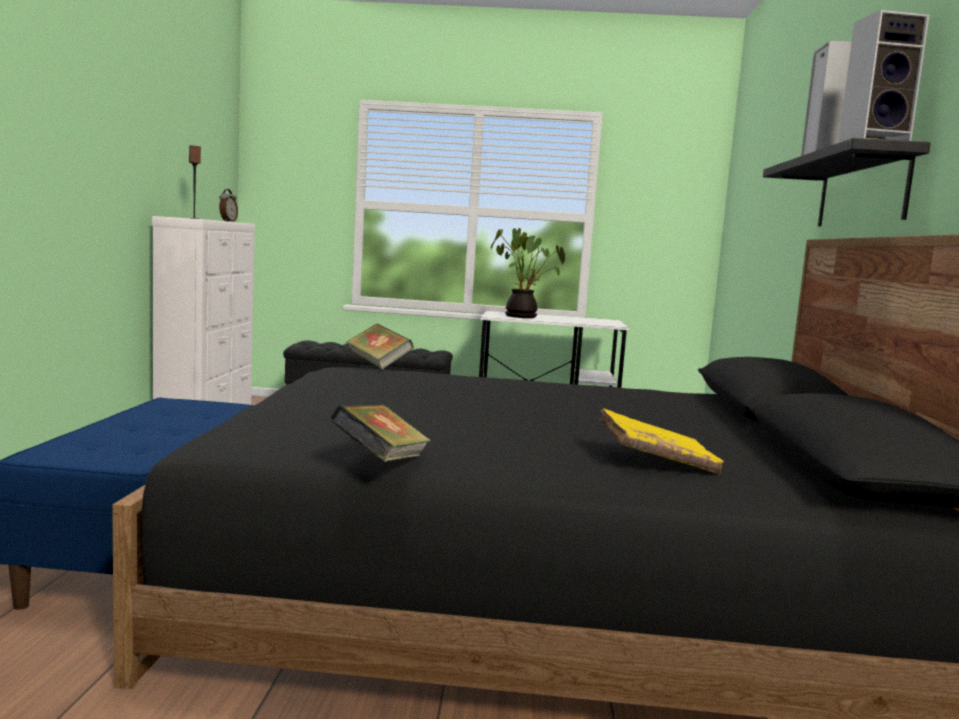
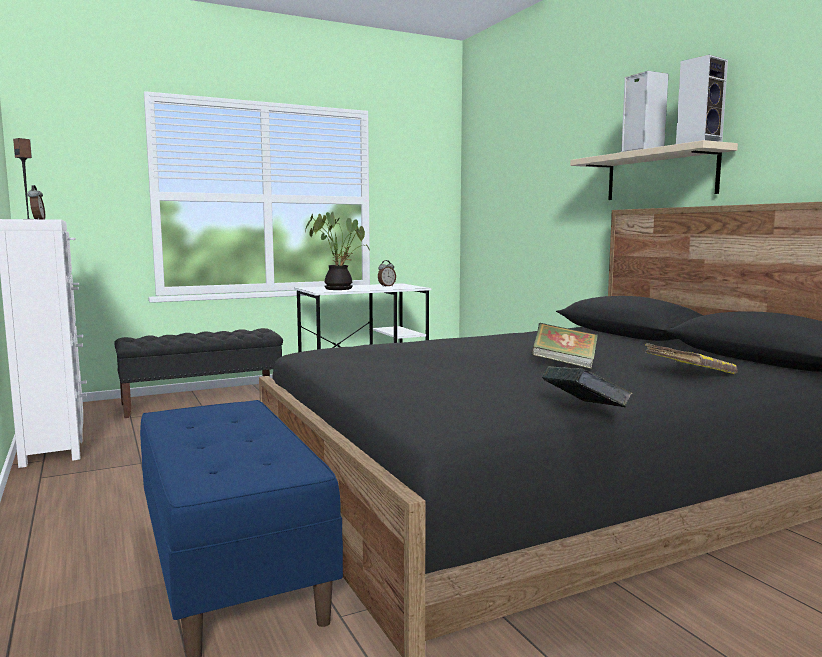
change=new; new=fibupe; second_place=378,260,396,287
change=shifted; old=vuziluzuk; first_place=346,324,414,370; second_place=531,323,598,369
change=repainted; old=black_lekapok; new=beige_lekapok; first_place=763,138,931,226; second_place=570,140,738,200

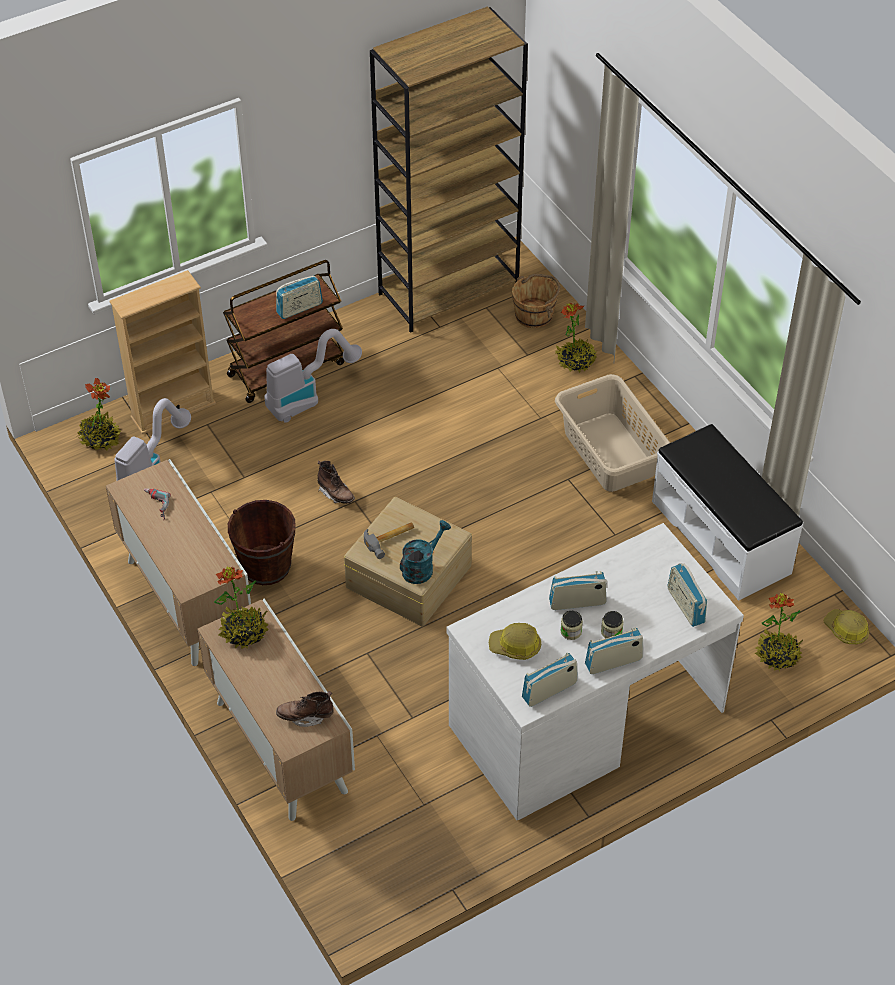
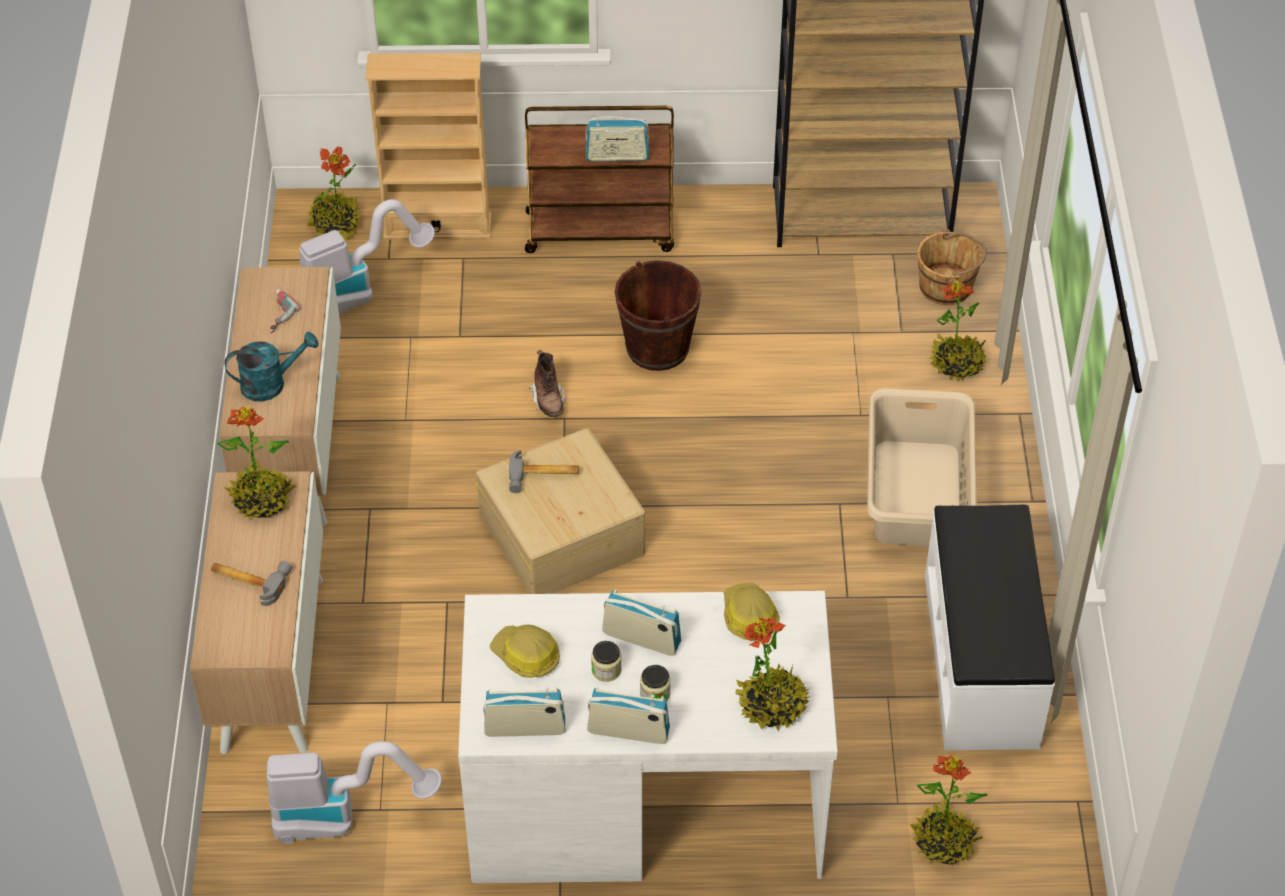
change=new; new=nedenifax; second_place=211,561,292,606
change=shifted; old=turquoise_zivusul; first_place=400,520,451,584; second_place=225,331,319,401
change=shifted; old=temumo; first_place=264,329,362,423; second_place=267,741,442,844
change=shifted; old=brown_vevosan; first_place=228,500,296,585; second_place=615,260,702,371
change=shifted; old=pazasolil; first_place=823,609,869,644; second_place=724,582,780,641
change=swapped; old=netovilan; new=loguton; first_place=667,563,707,627; second_place=735,617,809,732
change=gone; old=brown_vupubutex; first_place=276,691,334,727

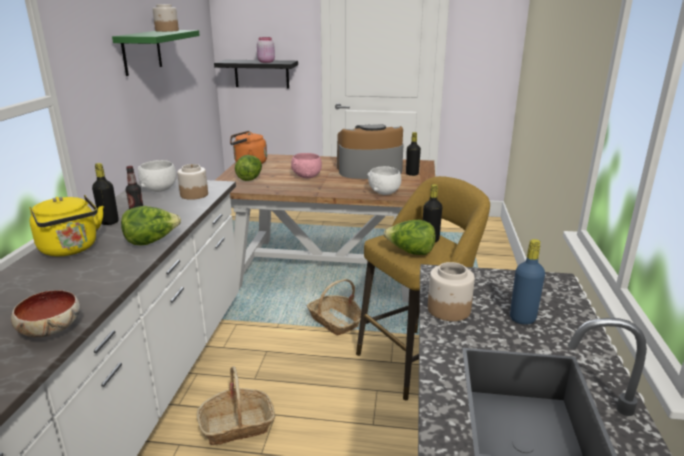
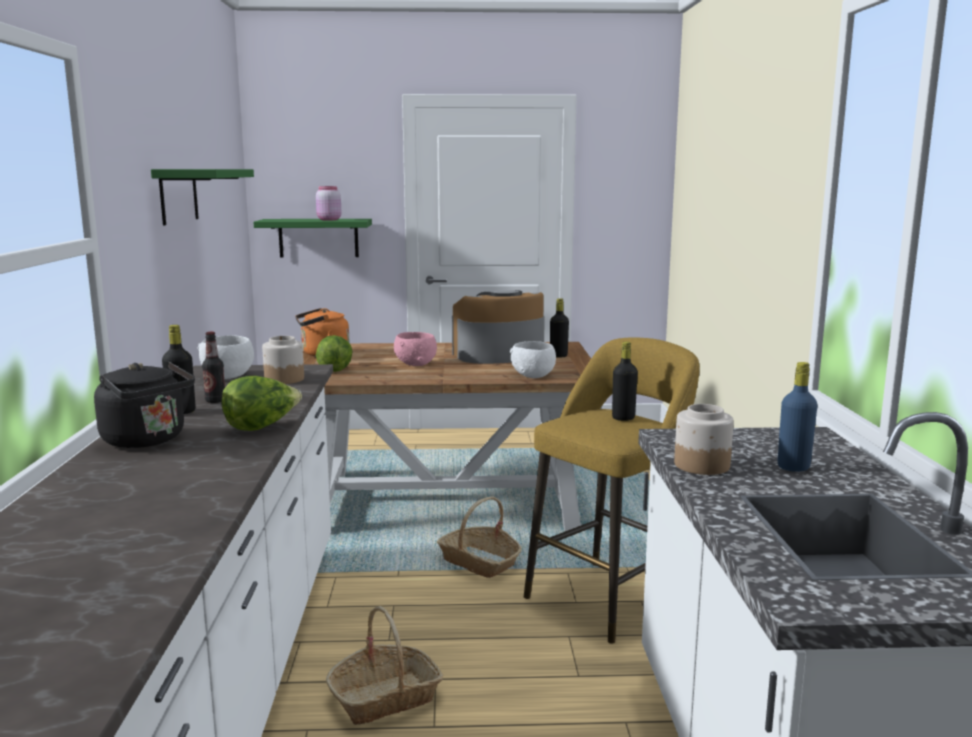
change=repainted; old=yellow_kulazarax; new=black_kulazarax; first_place=29,195,104,256; second_place=94,362,195,448
change=repainted; old=black_lekapok; new=green_lekapok; first_place=214,60,298,88; second_place=253,219,372,258
change=gone; old=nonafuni; first_place=11,290,80,337
change=gone; old=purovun; first_place=153,4,179,32
change=gone; old=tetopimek; first_place=383,220,436,255

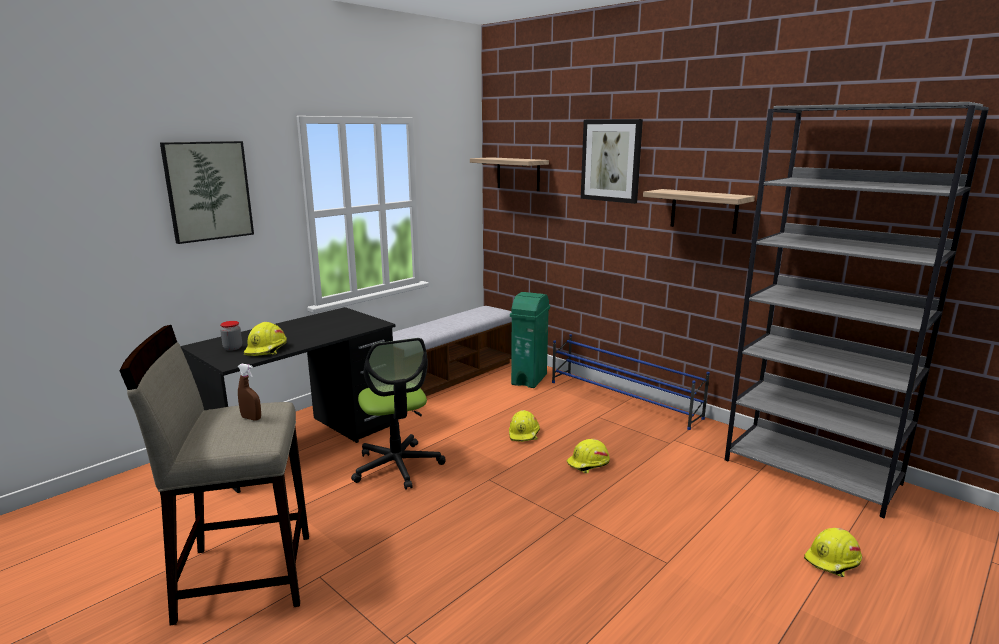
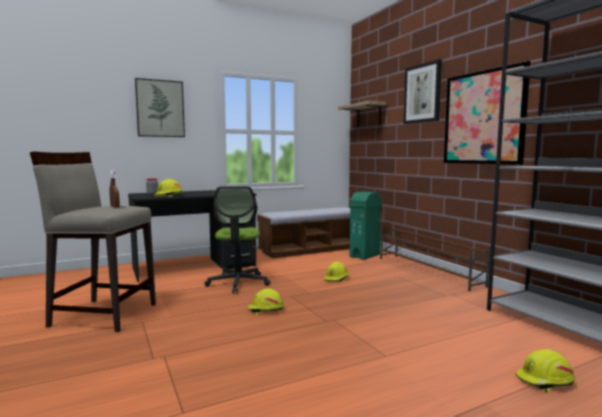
change=shifted; old=yellow_pazasolil; first_place=567,439,610,473; second_place=247,289,284,315
change=repainted; old=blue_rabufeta; new=brown_rabufeta; first_place=552,334,710,430; second_place=380,225,491,291
change=swapped; old=lekapok; new=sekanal; first_place=643,189,755,234; second_place=444,61,531,165

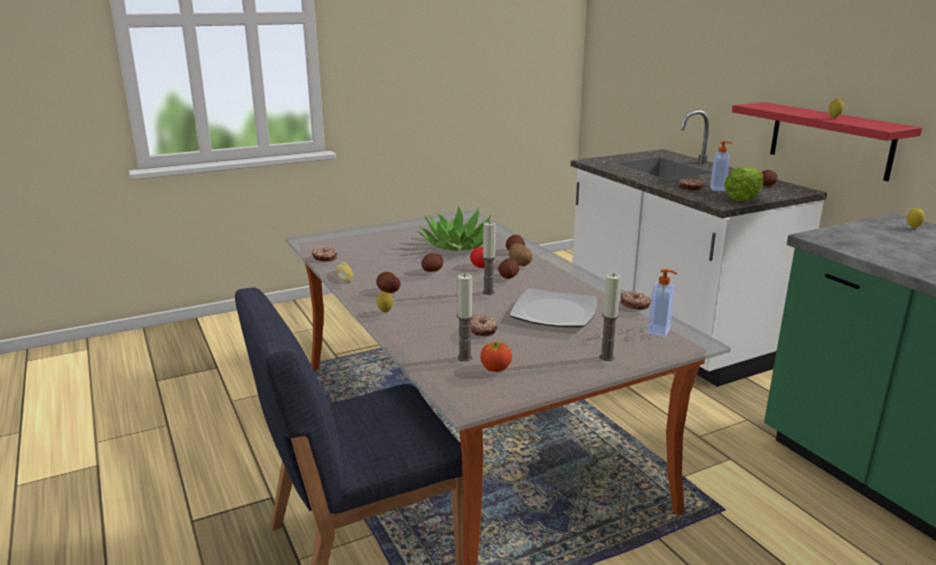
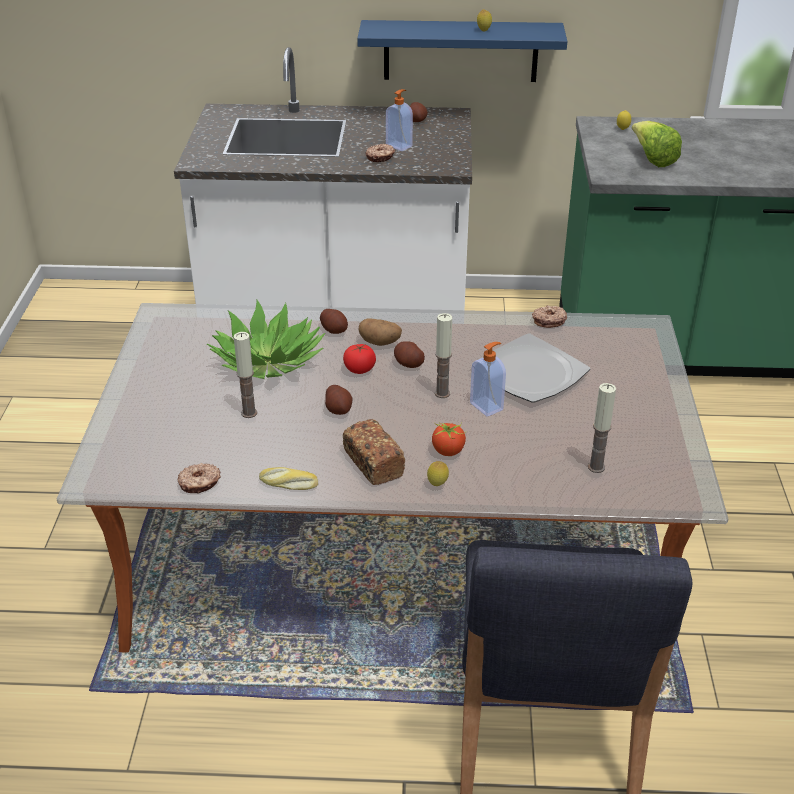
change=shifted; old=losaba; first_place=599,274,621,361; second_place=234,332,257,418
change=swapped; old=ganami; new=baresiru; first_place=376,272,401,293; second_place=343,419,405,485
change=repainted; old=red_lekapok; new=blue_lekapok; first_place=732,102,922,181; second_place=357,20,567,82
change=shifted; old=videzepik; first_place=480,339,512,372; second_place=432,422,466,456
change=shifted; old=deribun; first_place=647,269,677,337; second_place=470,342,506,417
change=shifted; old=tetopimek; first_place=724,167,763,201; second_place=632,121,682,167
change=gone; old=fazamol; first_place=470,315,497,336

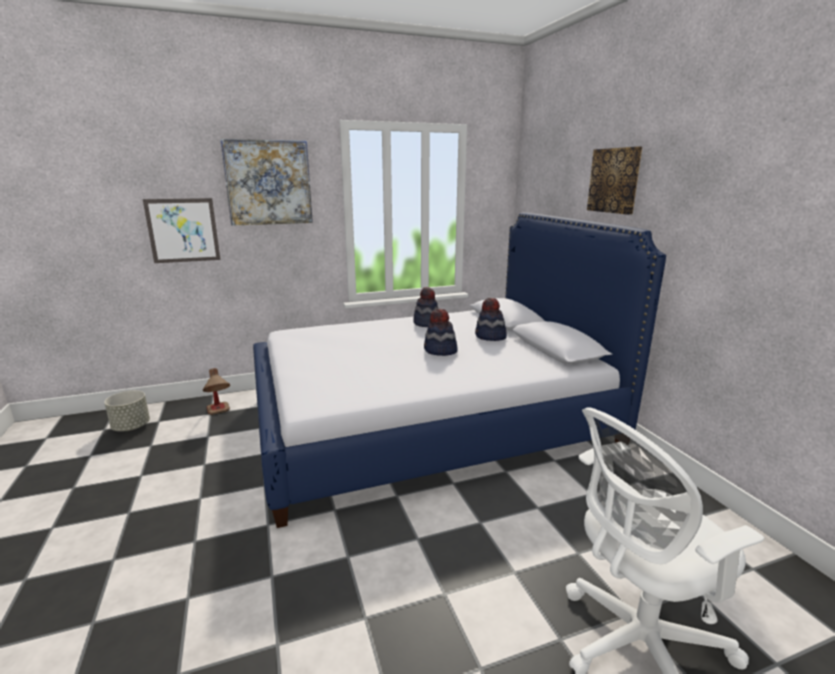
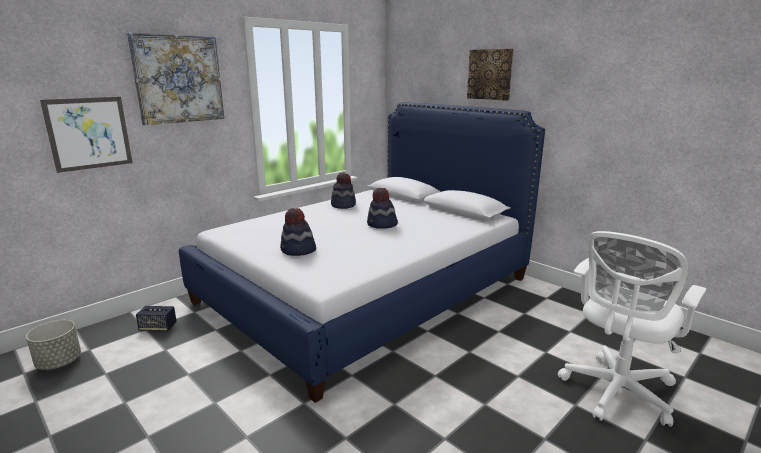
change=swapped; old=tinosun; new=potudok; first_place=203,368,230,415; second_place=136,306,177,331
change=shifted; old=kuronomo; first_place=475,298,507,341; second_place=280,208,316,256

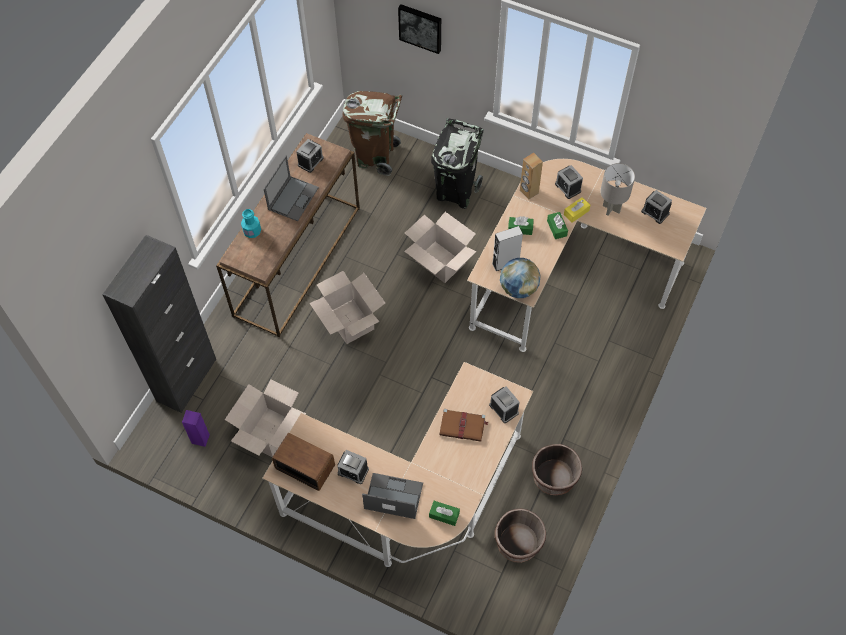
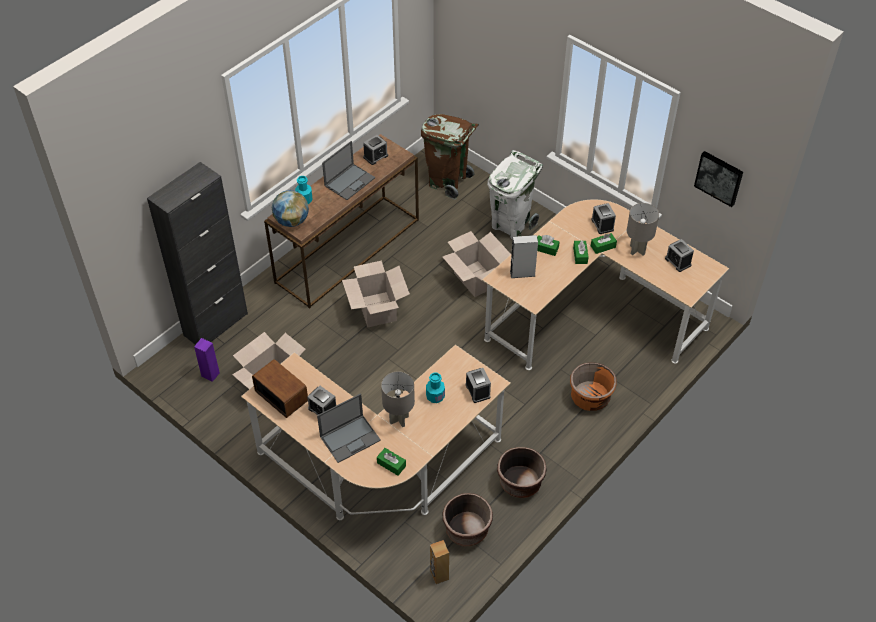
change=shifted; old=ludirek; first_place=500,258,541,298; second_place=272,190,309,227
change=rotated; old=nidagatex; first_place=362,473,423,519; second_place=317,393,381,463; degrees=120
change=new; new=grey_tinosun; second_place=381,372,415,427
change=swapped; old=brown_vuziluzuk; new=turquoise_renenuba; first_place=439,409,488,442; second_place=426,372,445,403
change=shifted; old=brown_potudok; first_place=520,153,543,199; second_place=430,540,449,584
change=repainted; old=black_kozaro; new=white_kozaro; first_place=431,118,484,209; second_place=487,150,543,239
change=new; new=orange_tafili; second_place=570,362,617,411
change=repainted; old=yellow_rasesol; new=green_rasesol; first_place=564,197,591,223; second_place=591,233,617,254
change=shifted; old=sekanal; first_place=398,4,441,54; second_place=694,151,743,207

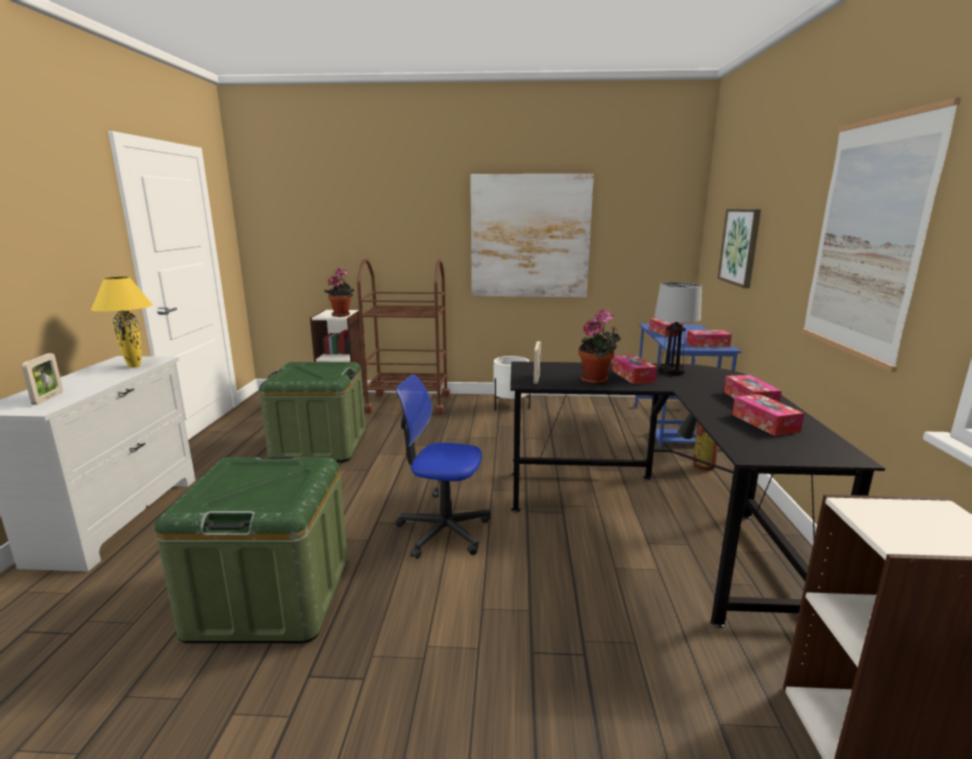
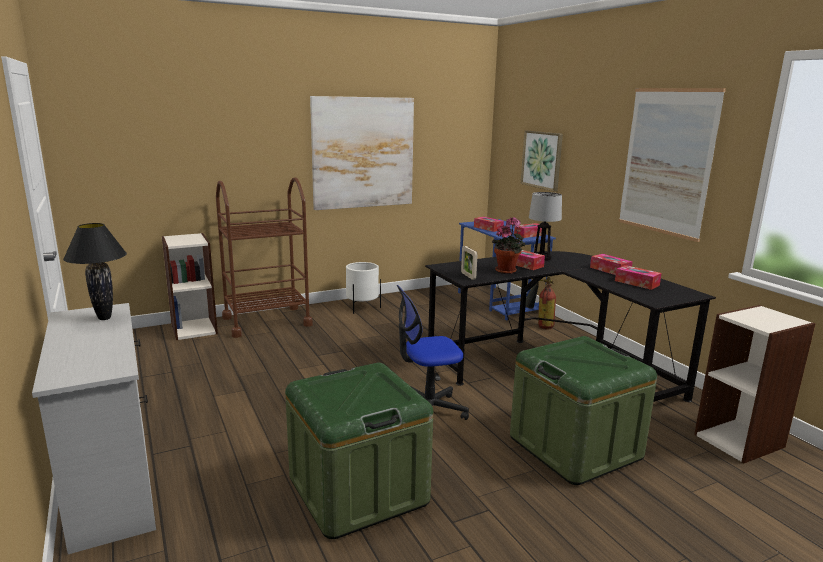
change=repainted; old=yellow_tinosun; new=black_tinosun; first_place=91,276,153,368; second_place=63,223,127,320
change=shifted; old=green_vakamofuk; first_place=259,362,366,462; second_place=510,336,657,485
change=gone; old=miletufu; first_place=22,353,63,405
change=gone; old=loguton; first_place=324,268,354,317

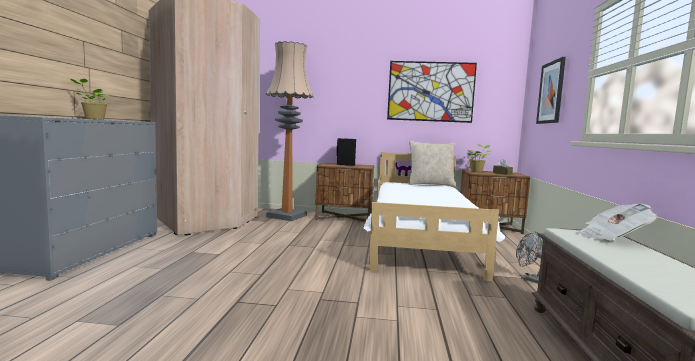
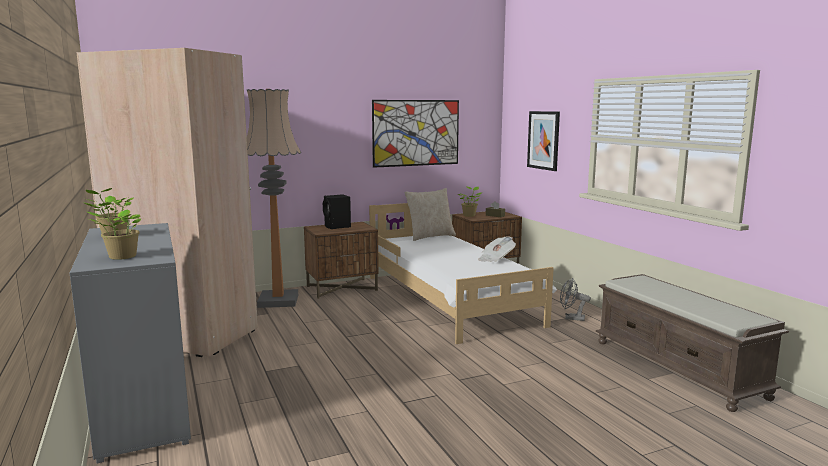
change=new; new=loguton; second_place=83,202,142,260
change=shifted; old=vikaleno; first_place=576,204,657,241; second_place=478,236,516,262

